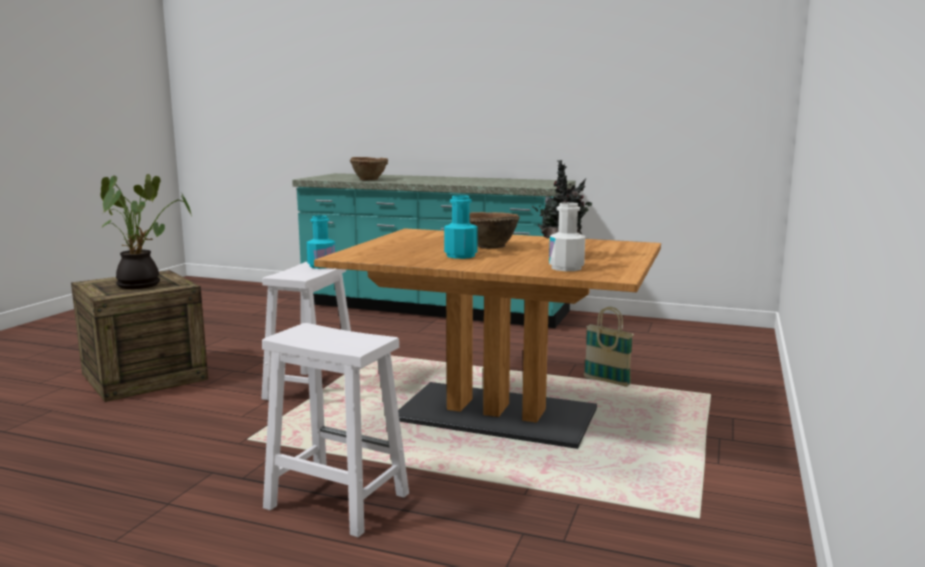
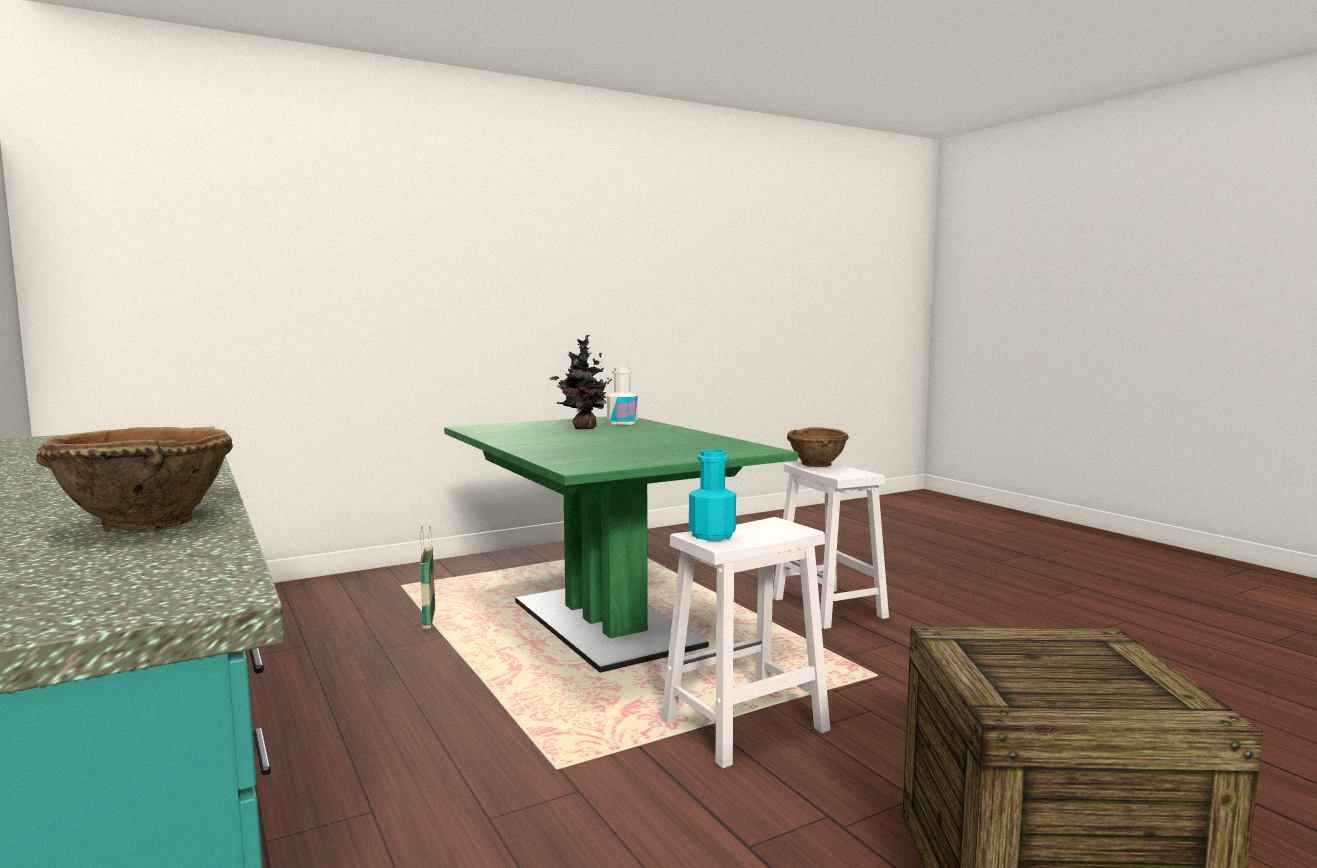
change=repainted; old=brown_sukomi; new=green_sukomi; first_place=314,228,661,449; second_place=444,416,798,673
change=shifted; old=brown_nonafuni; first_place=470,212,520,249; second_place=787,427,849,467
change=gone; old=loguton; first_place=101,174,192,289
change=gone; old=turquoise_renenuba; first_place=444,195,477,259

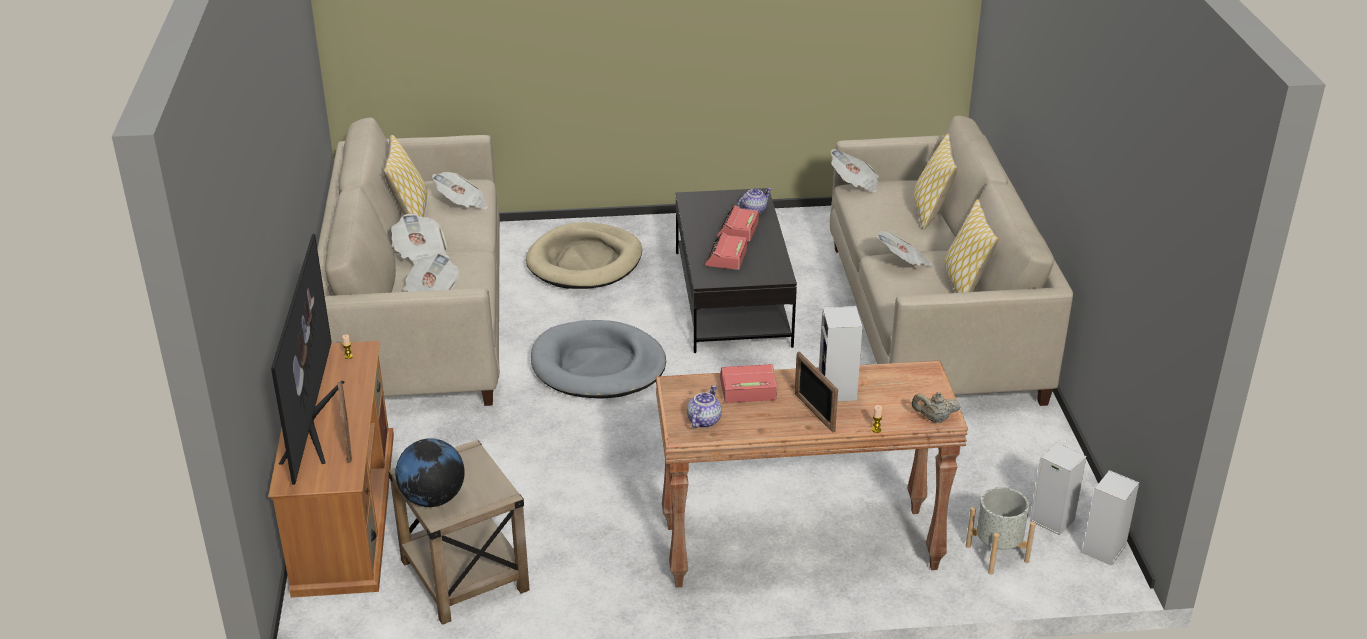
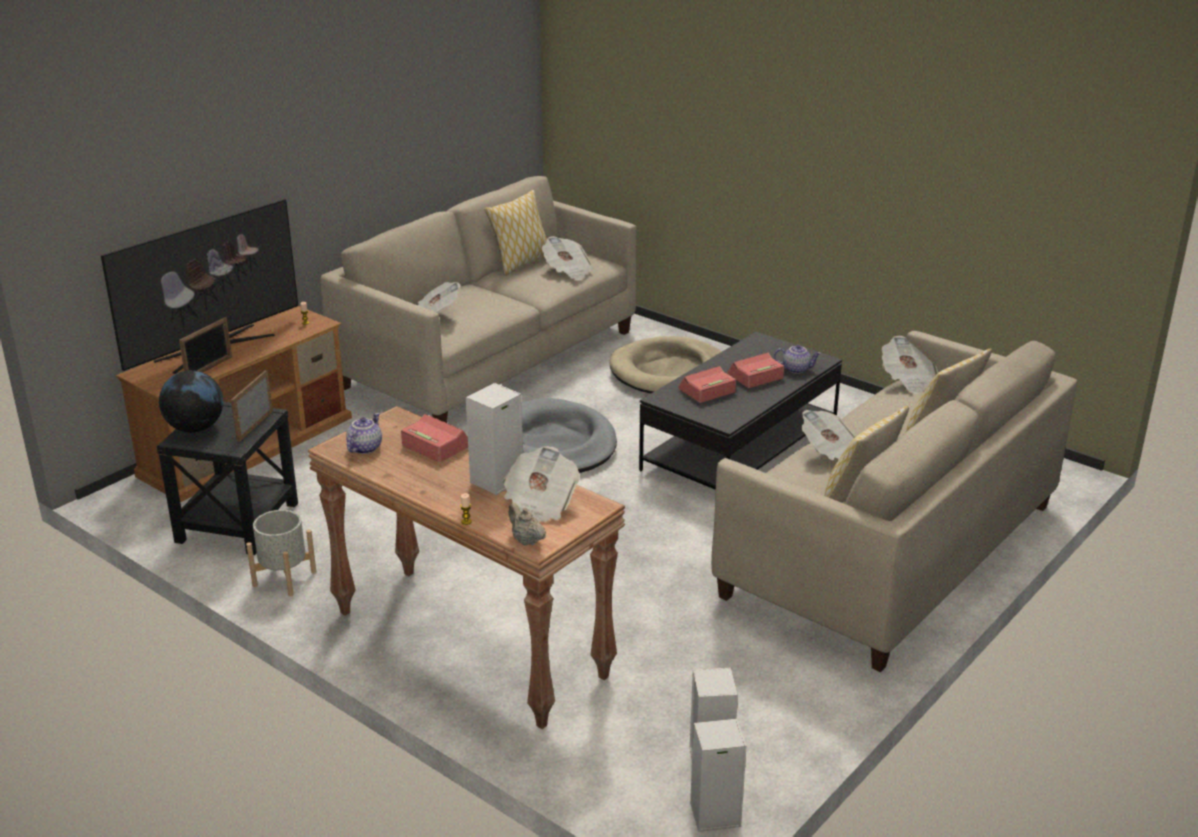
change=repainted; old=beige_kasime; new=black_kasime; first_place=388,440,530,625; second_place=157,402,298,555
change=shifted; old=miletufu; first_place=795,352,838,432; second_place=231,370,273,442
change=shifted; old=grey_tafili; first_place=966,487,1036,574; second_place=246,510,316,596
change=rotated; old=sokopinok; first_place=687,385,722,428; second_place=346,413,382,454; degrees=-45
change=shifted; old=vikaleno; first_place=391,213,448,265; second_place=503,446,580,522

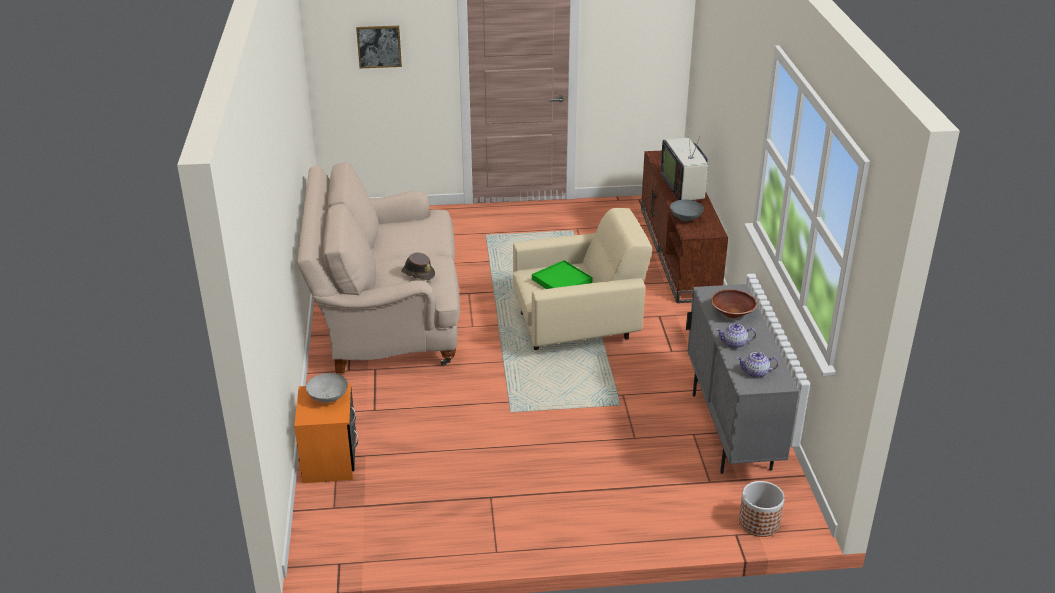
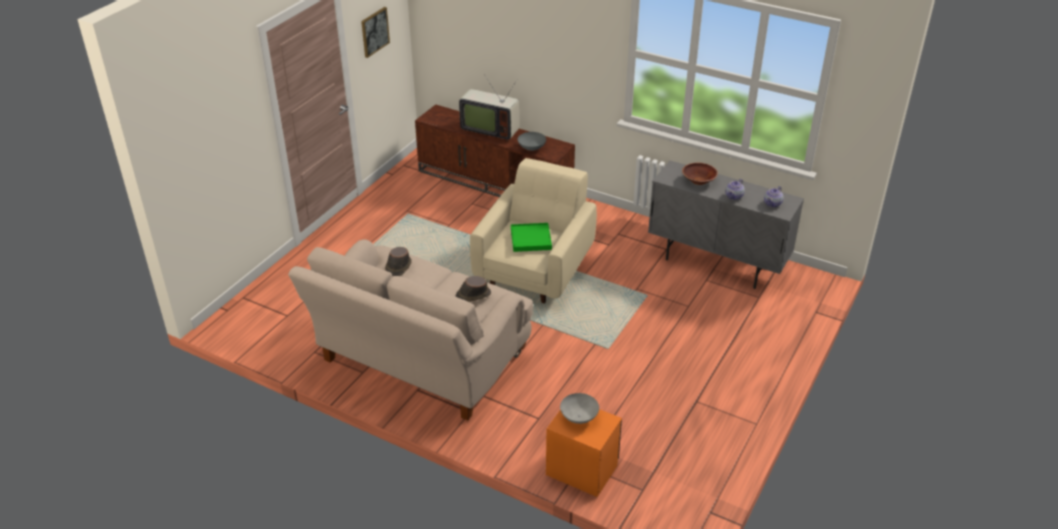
change=shifted; old=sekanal; first_place=356,26,402,68; second_place=361,7,390,58
change=new; new=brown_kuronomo; second_place=385,247,412,276
change=gone; old=tafili; first_place=739,481,785,537

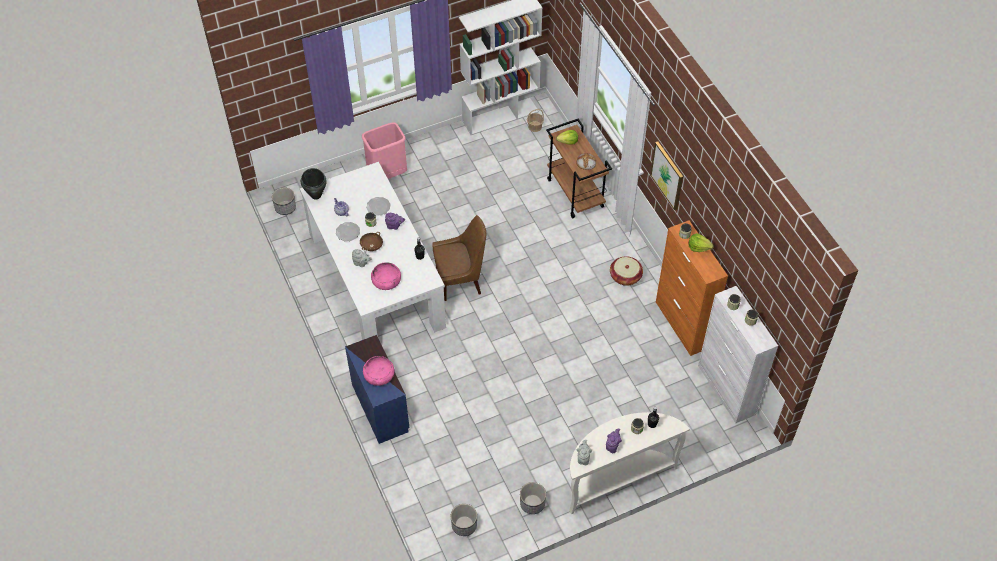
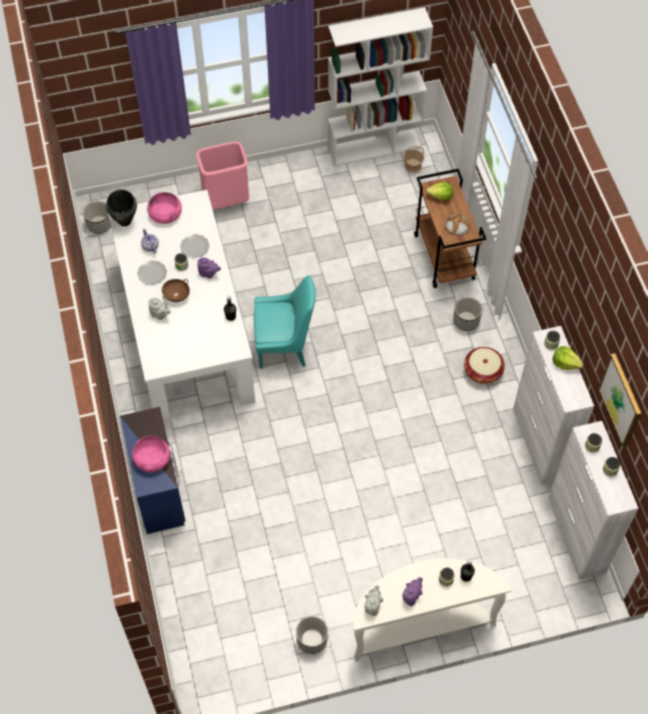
change=shifted; old=pink_nonafuni; first_place=371,262,401,290; second_place=147,192,182,224
change=repainted; old=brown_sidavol; new=turquoise_sidavol; first_place=432,215,486,301; second_place=254,275,316,369
change=shifted; old=tafili; first_place=451,504,477,536; second_place=453,297,482,331
change=repainted; old=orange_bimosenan; new=white_bimosenan; first_place=656,220,728,356; second_place=513,326,594,485
change=shifted; old=sekanal; first_place=650,141,683,210; second_place=598,353,641,447

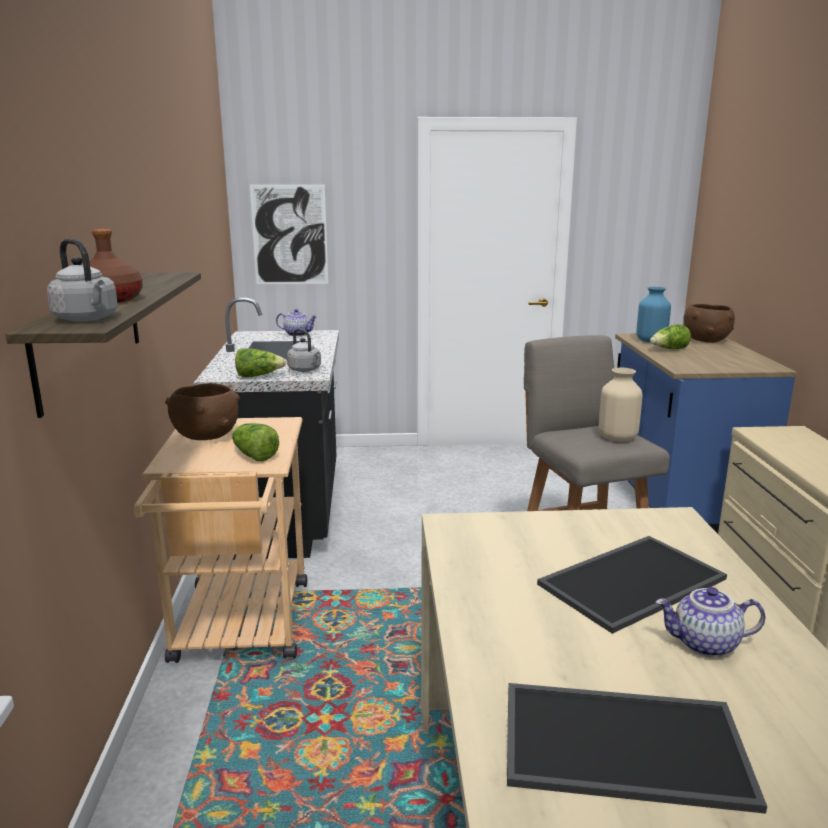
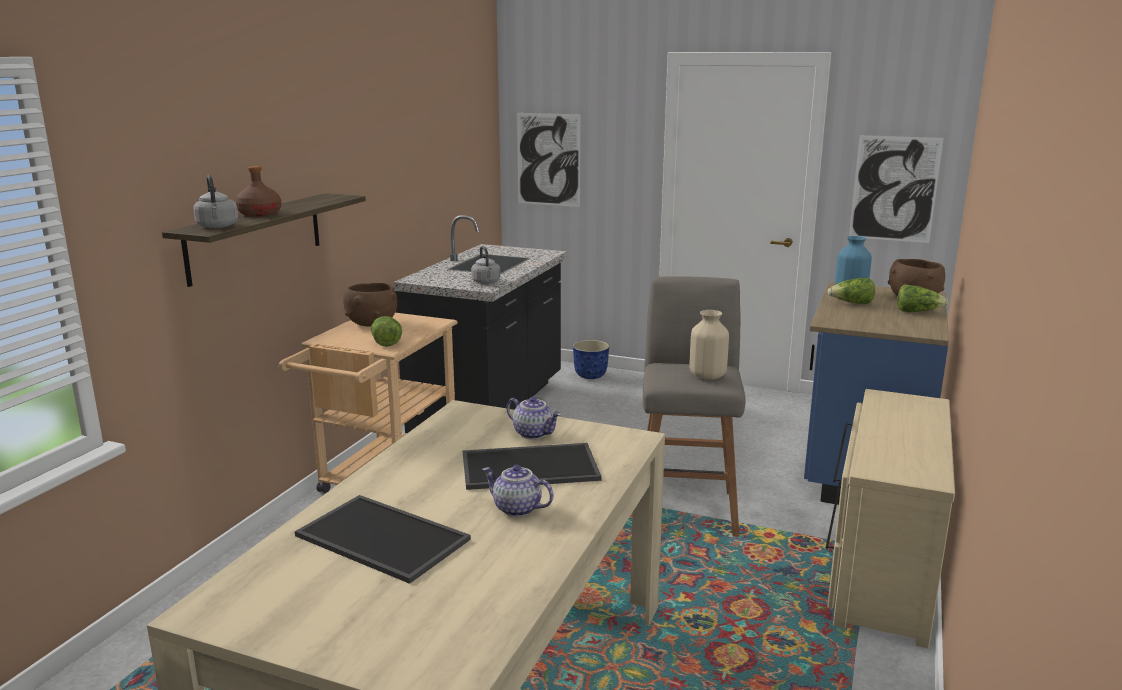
change=shifted; old=sokopinok; first_place=276,309,317,336; second_place=506,397,561,440
change=new; new=tafili; second_place=573,340,609,379
change=new; new=sekanal; second_place=849,135,943,243
change=shifted; old=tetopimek; first_place=235,348,287,378; second_place=897,284,948,312

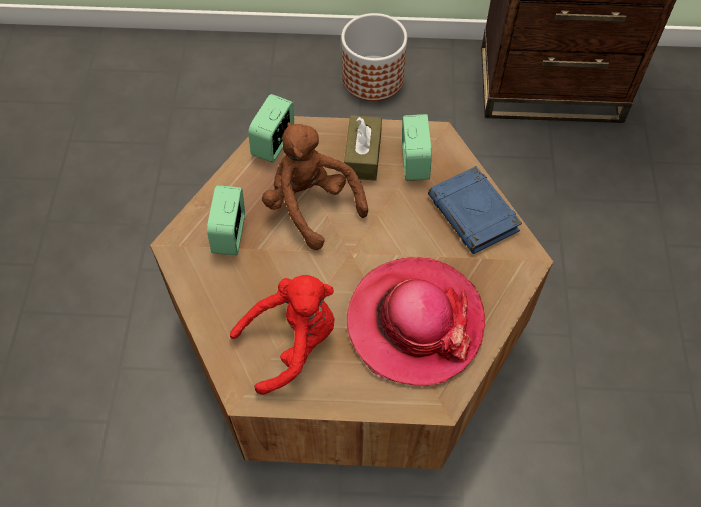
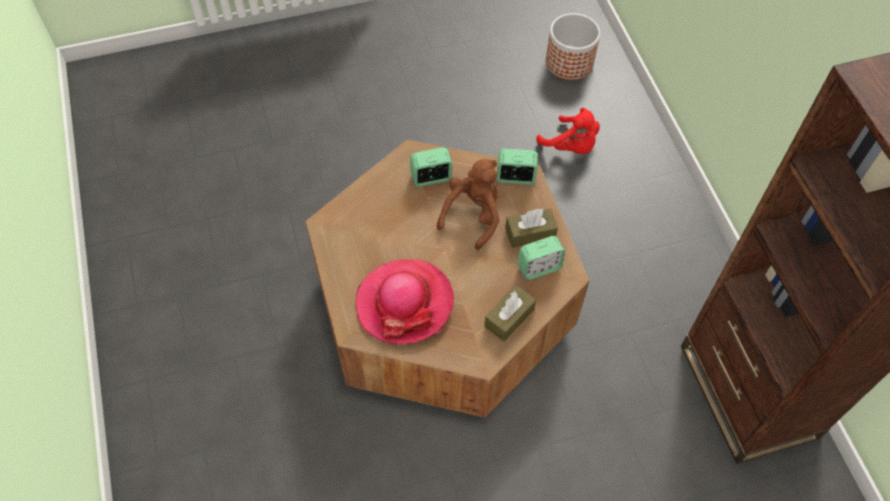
change=swapped; old=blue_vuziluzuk; new=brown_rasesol; first_place=428,166,522,254; second_place=484,285,536,342
change=shifted; old=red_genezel; first_place=230,275,335,395; second_place=536,108,600,154
change=shifted; old=tafili; first_place=341,13,407,101; second_place=546,13,600,80

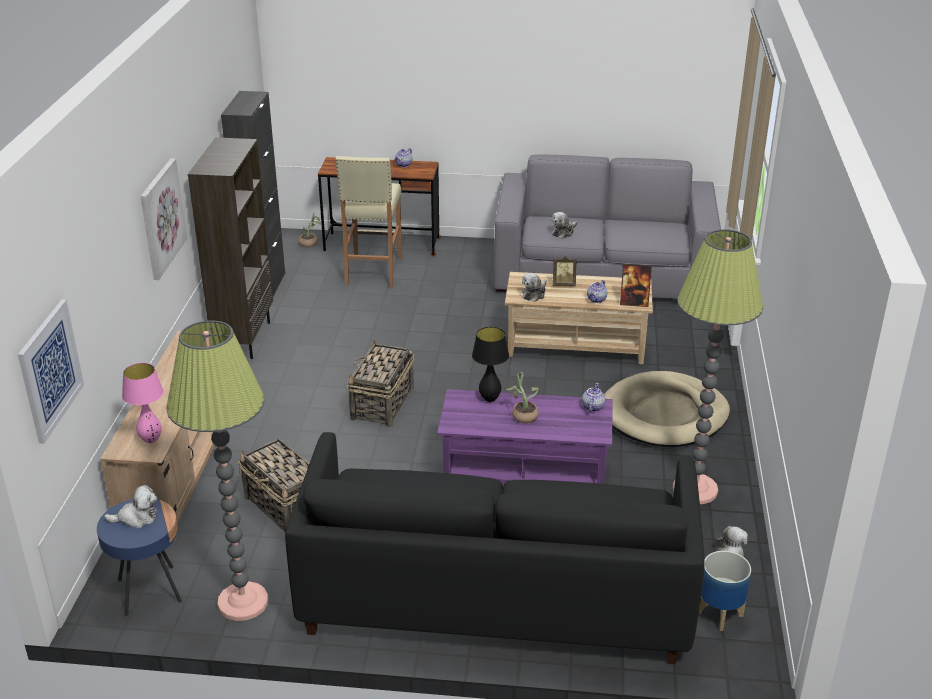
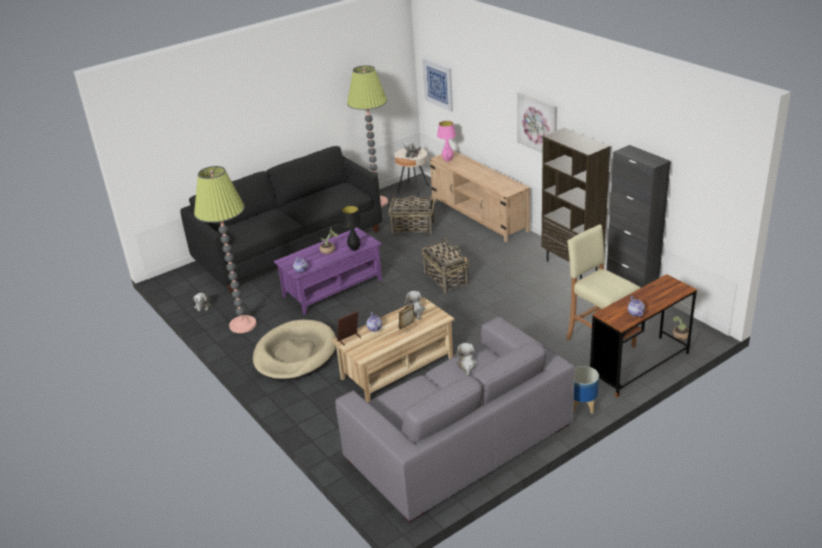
change=repainted; old=blue_kasime; new=beige_kasime; first_place=97,499,182,616; second_place=394,147,429,197
change=shifted; old=tafili; first_place=699,551,751,631; second_place=573,366,599,414

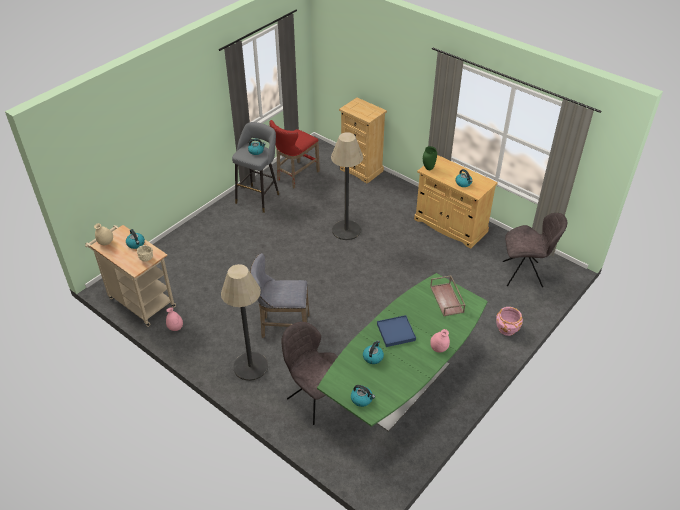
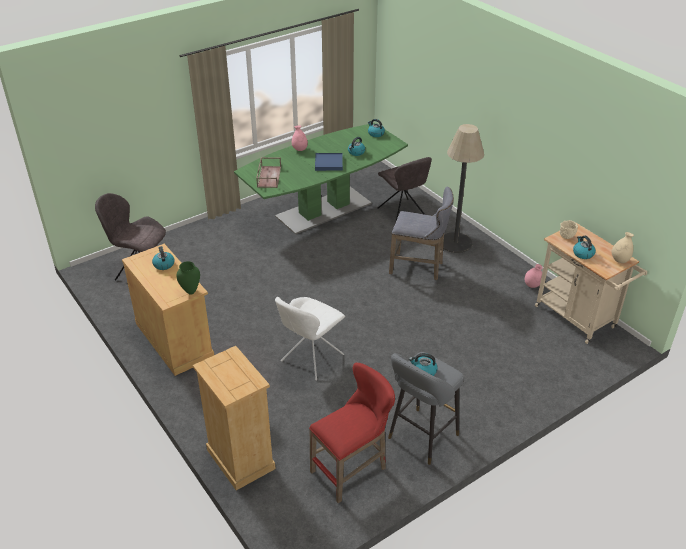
change=swapped; old=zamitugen; new=white_sidavol; first_place=331,132,363,240; second_place=275,297,345,381
change=gone; old=pink_tafili; first_place=496,307,523,336

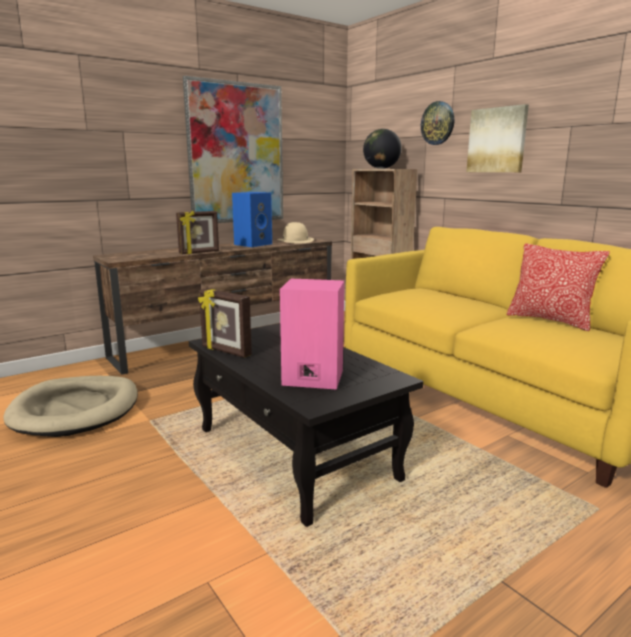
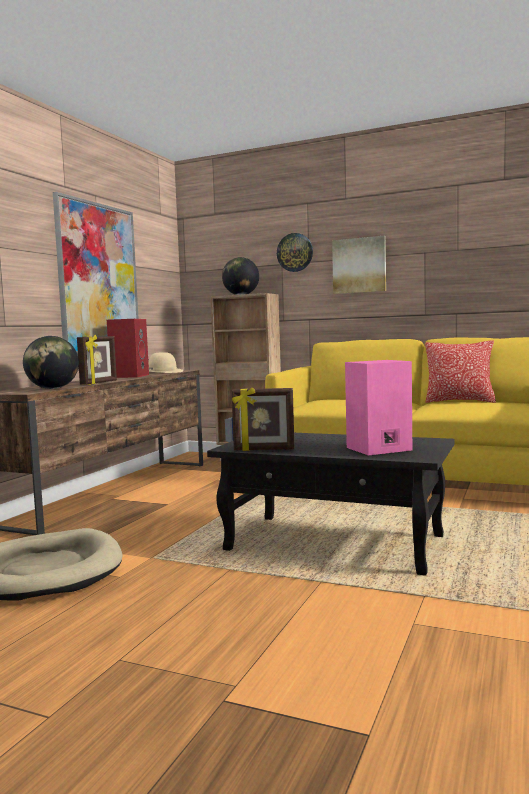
change=new; new=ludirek; second_place=23,336,79,389
change=repainted; old=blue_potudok; new=red_potudok; first_place=232,192,272,247; second_place=107,319,149,378

